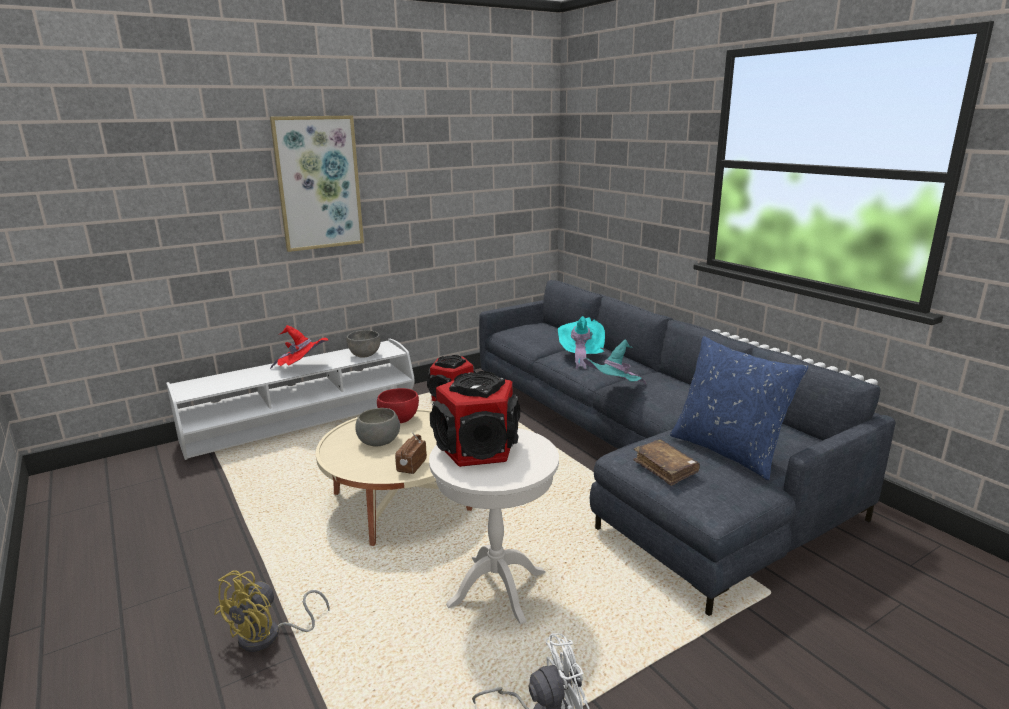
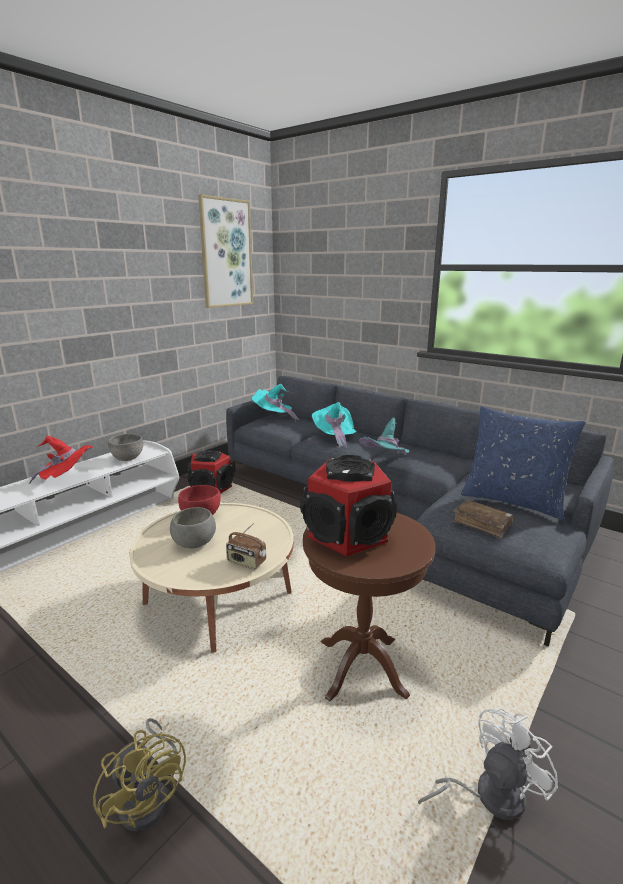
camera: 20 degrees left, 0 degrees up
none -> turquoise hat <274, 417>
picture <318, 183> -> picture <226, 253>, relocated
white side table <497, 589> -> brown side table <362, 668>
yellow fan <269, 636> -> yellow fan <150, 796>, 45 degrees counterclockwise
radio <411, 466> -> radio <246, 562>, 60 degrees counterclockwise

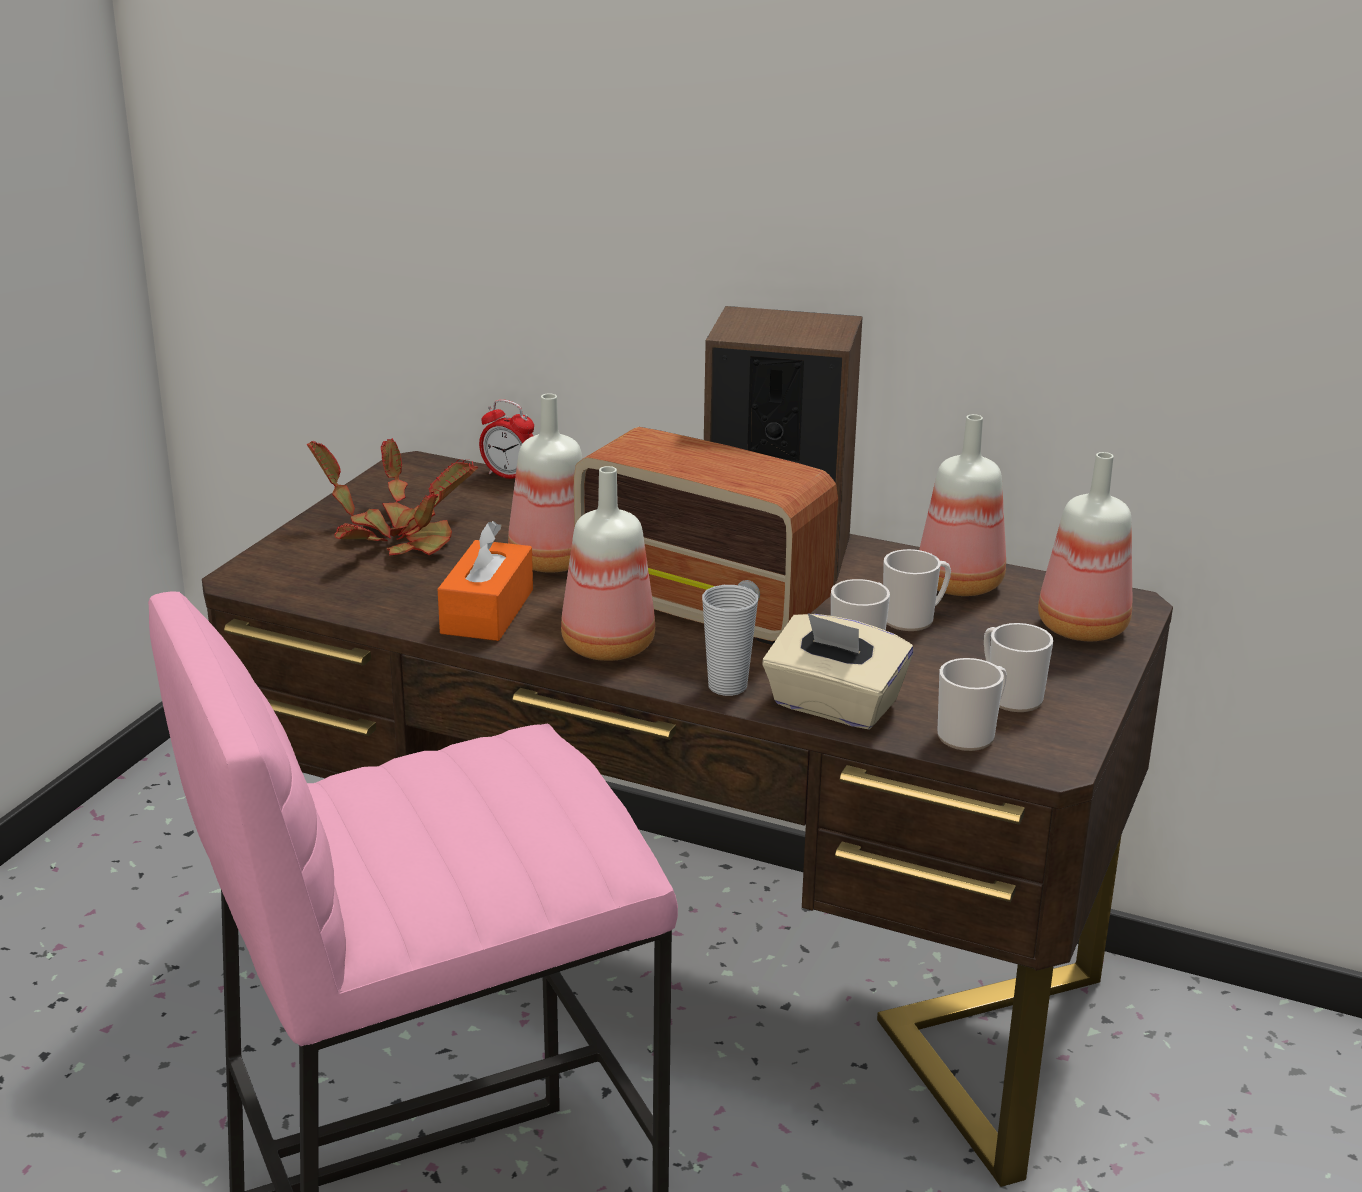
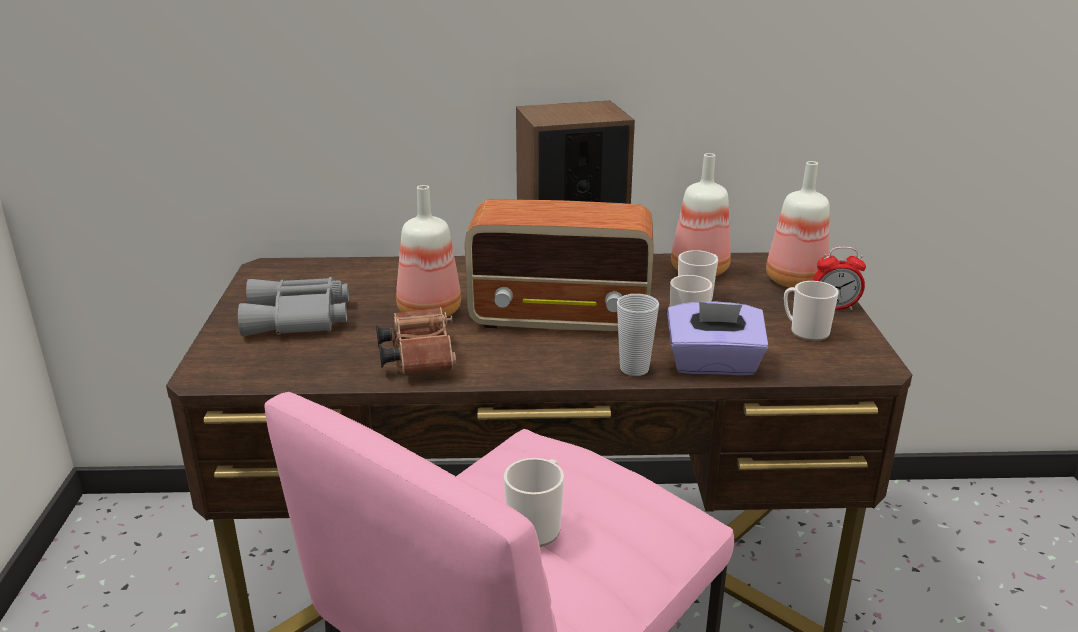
camera: 25 degrees left, 0 degrees up
bottle <608, 648> -> none
alarm clock <509, 476> -> alarm clock <834, 307>, relocated
mug <971, 734> -> mug <537, 526>, relocated
potted plant <396, 536> -> grey binoculars <299, 319>
orange tissue box <487, 611> -> brown binoculars <418, 357>
beige tissue box <834, 706> -> purple tissue box <713, 364>

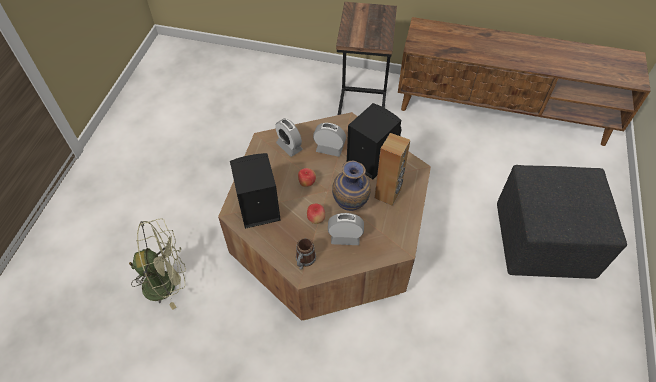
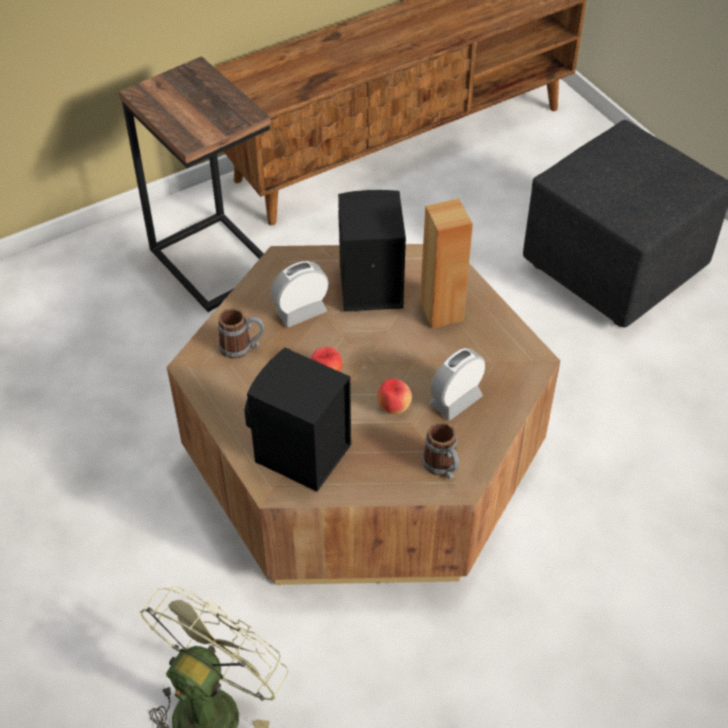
camera: 45 degrees left, 5 degrees down
vase <351, 206> -> none
alarm clock <289, 146> -> mug <242, 347>

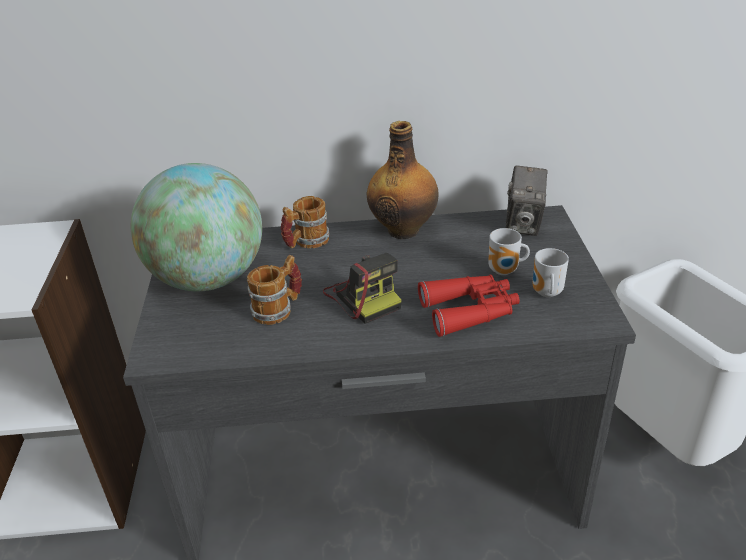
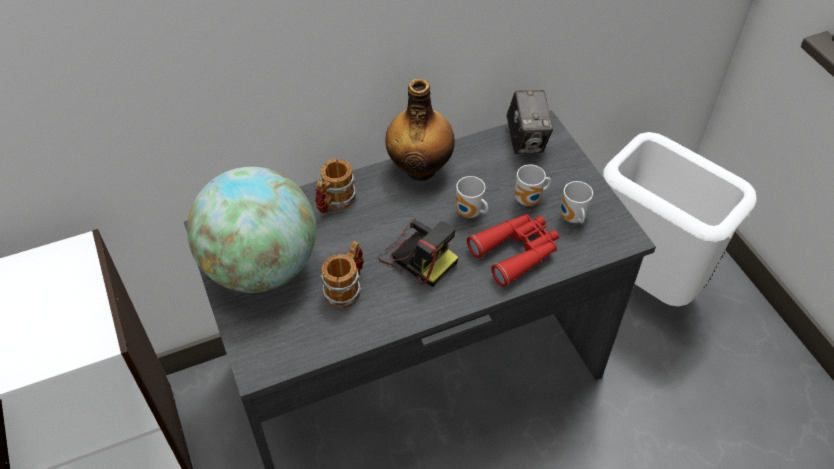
camera: 20 degrees left, 15 degrees up
none -> mug <469, 213>

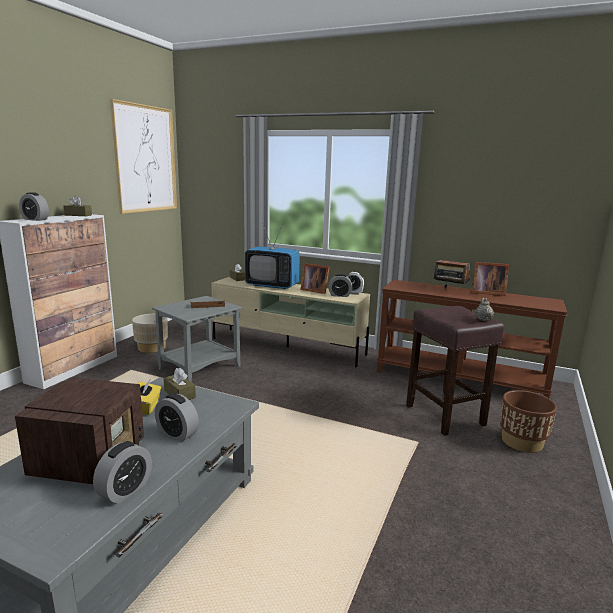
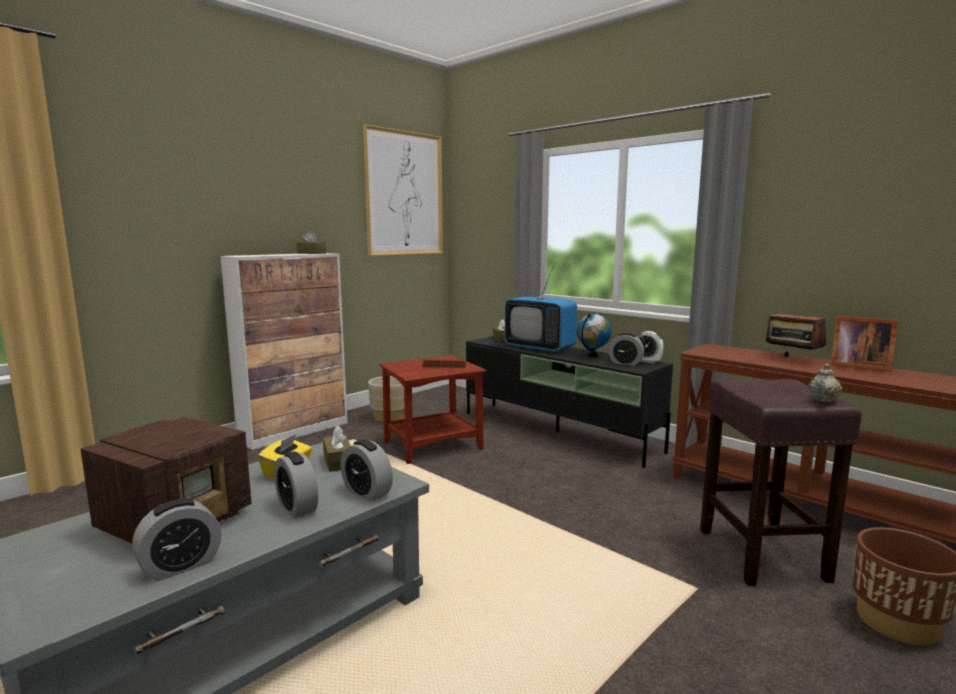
camera: 20 degrees right, 5 degrees down
alarm clock <35, 219> -> alarm clock <367, 492>, relocated
picture frame <314, 290> -> globe <593, 356>
grey side table <199, 367> -> brown side table <432, 445>
beige tv stand <288, 347> -> black tv stand <558, 432>

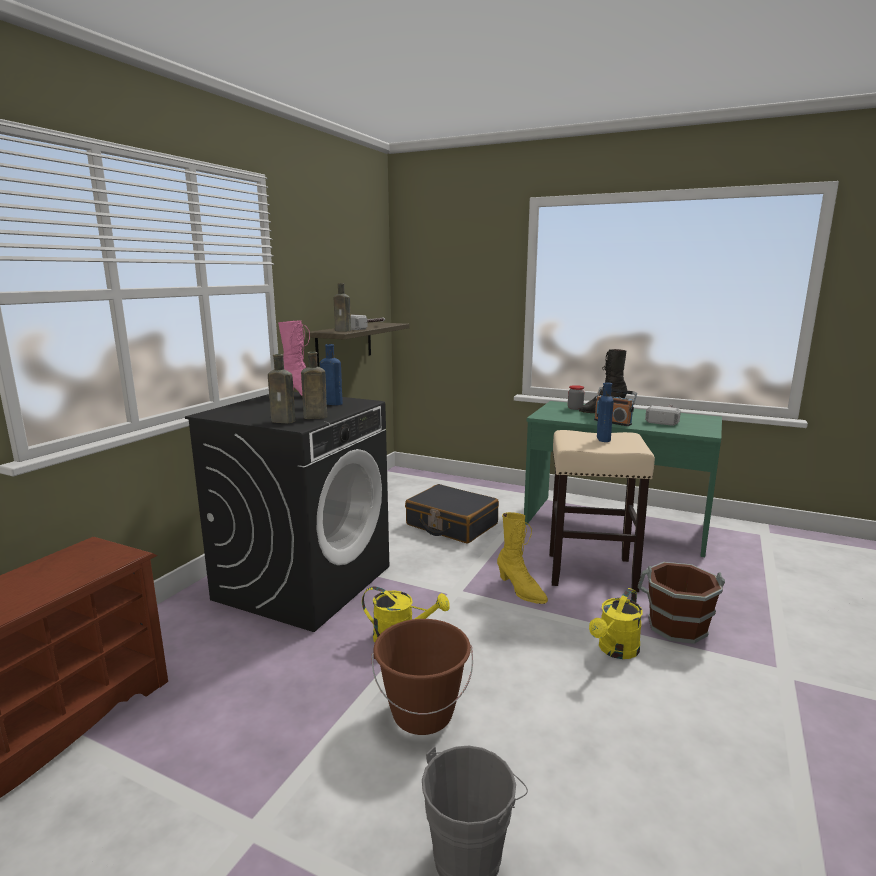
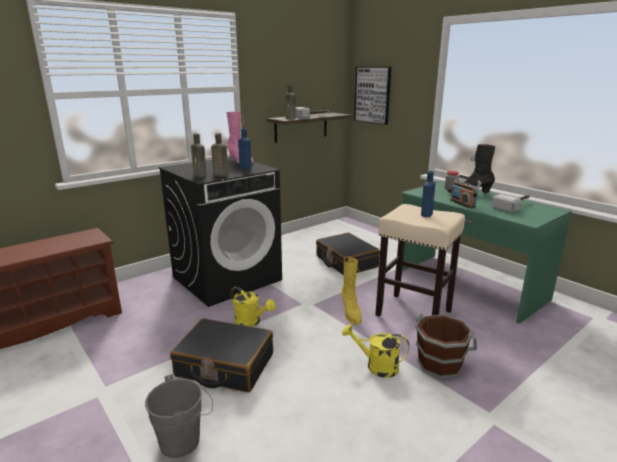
camera: 25 degrees right, 5 degrees up
none -> picture <372, 95>
brown bucket <422, 713> -> black suitcase <224, 365>
yellow watering can <615, 651> -> yellow watering can <376, 366>, 45 degrees clockwise

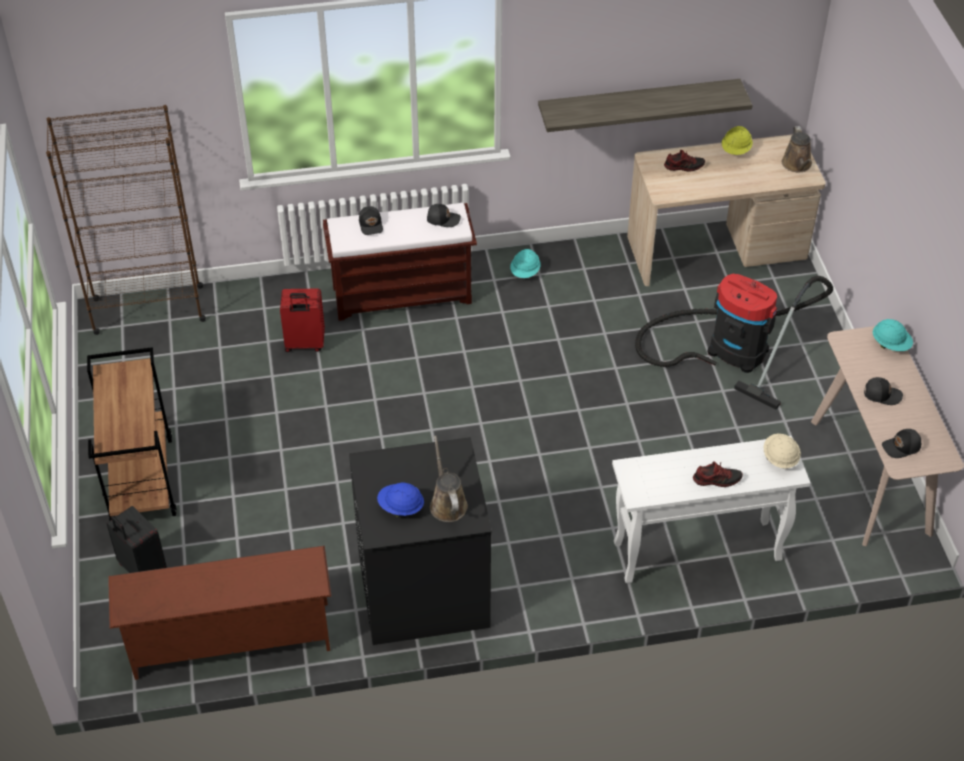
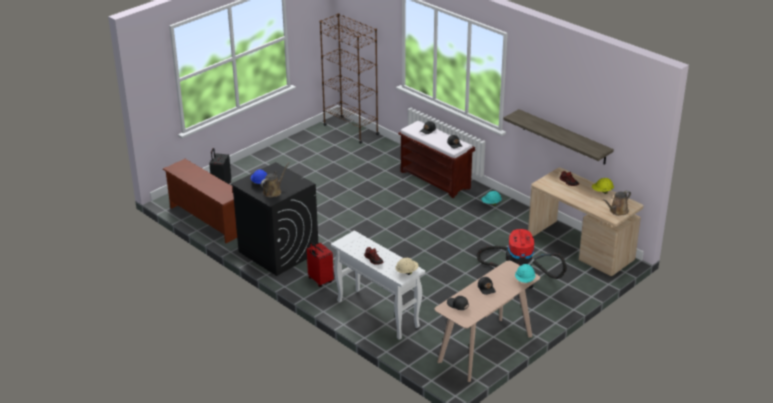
camera: 55 degrees right, 15 degrees down
brown cart <141, 480> -> none
red suitcase <304, 344> -> red suitcase <320, 281>, relocated

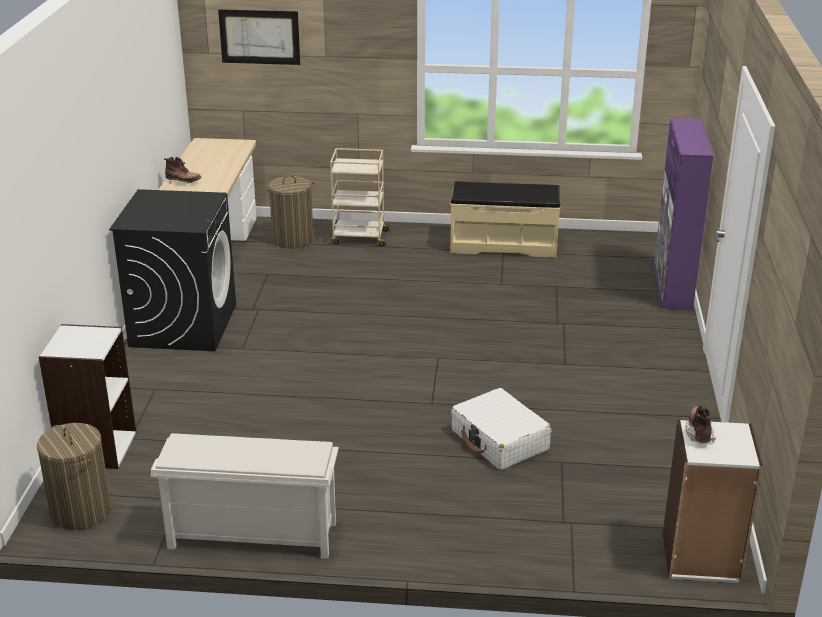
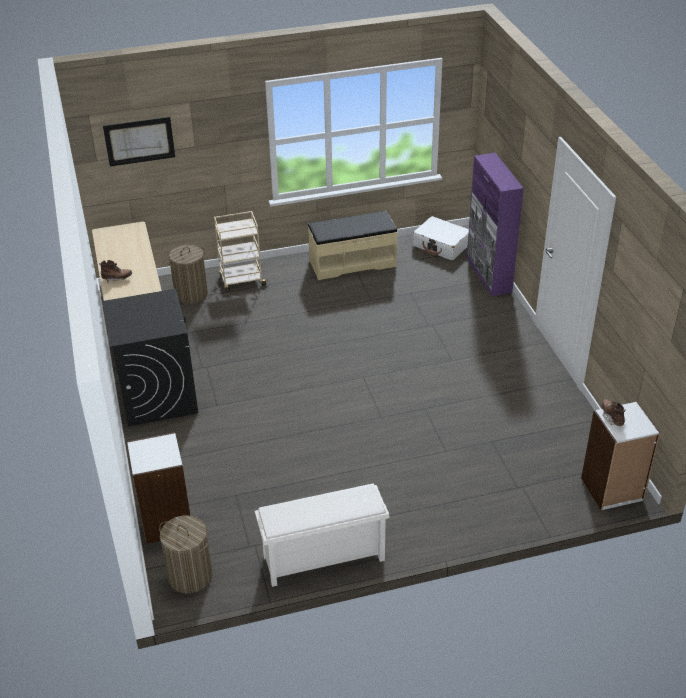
camera: 20 degrees left, 10 degrees up
white suitcase <499, 440> -> white suitcase <441, 245>, relocated

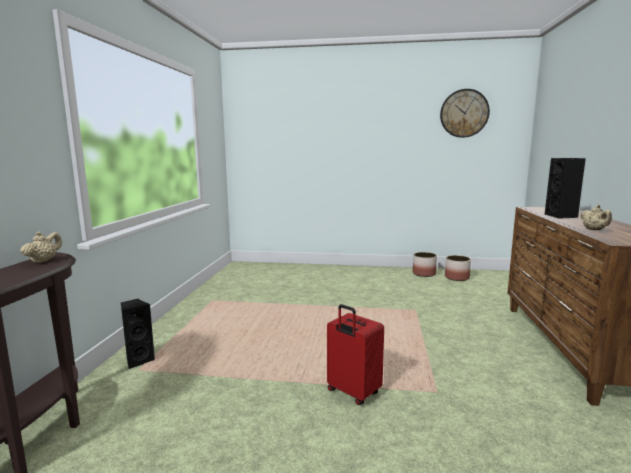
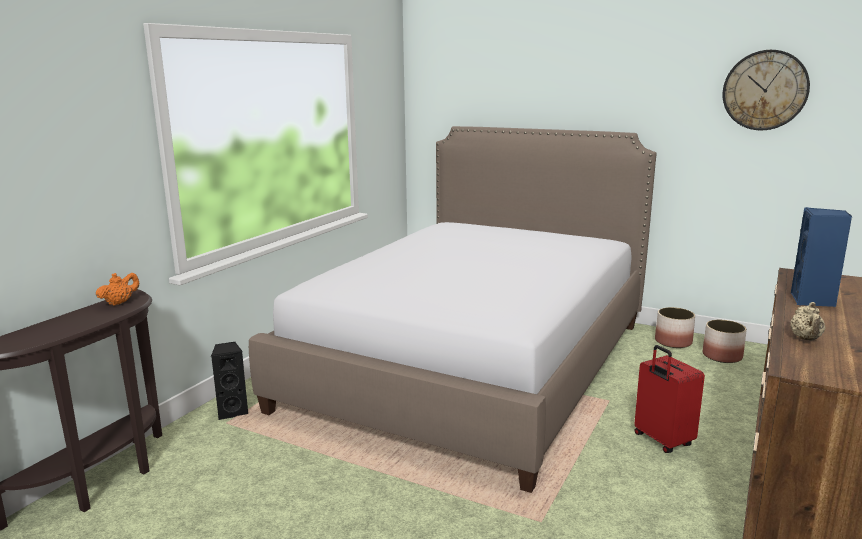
camera: 20 degrees right, 5 degrees up
none -> bed <474, 364>
red suitcase <352, 393> -> red suitcase <662, 441>, relocated
beige teapot <44, 261> -> orange teapot <120, 303>
black speaker <561, 216> -> blue speaker <812, 301>

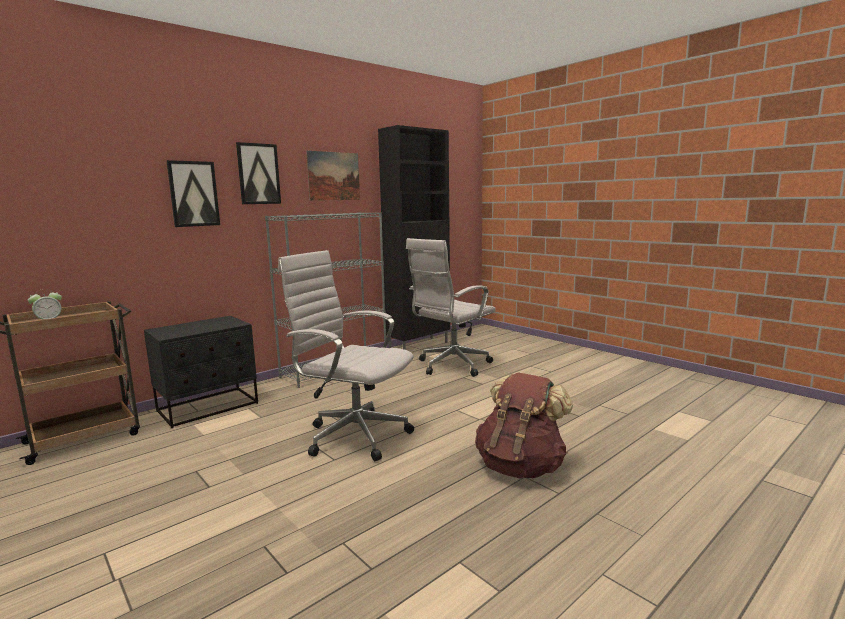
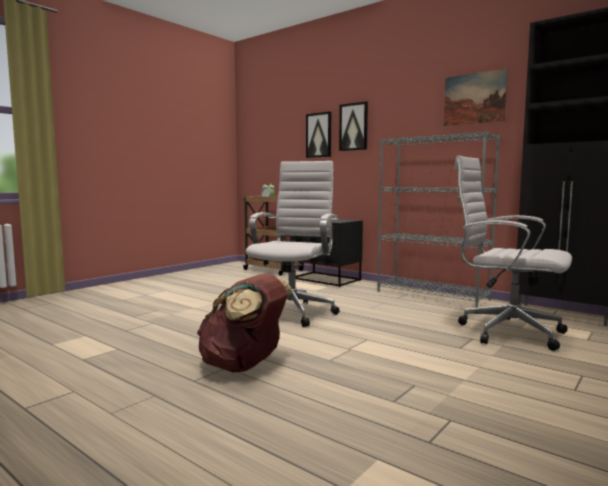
camera: 80 degrees right, 5 degrees down
picture <258, 174> -> picture <319, 135>, relocated

